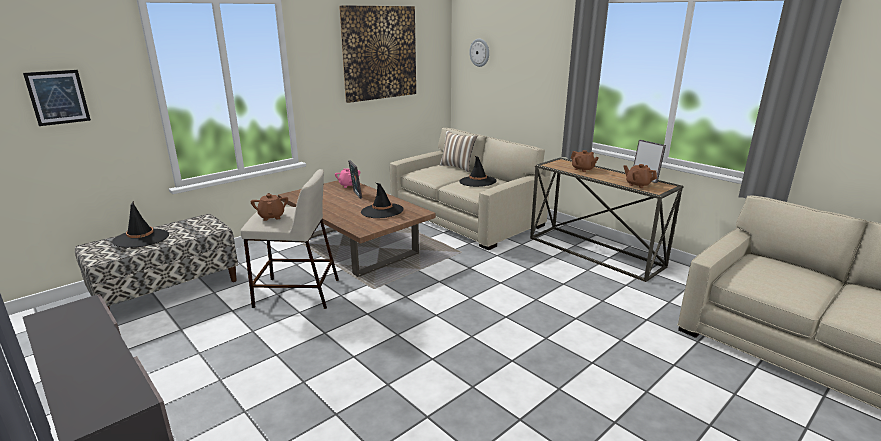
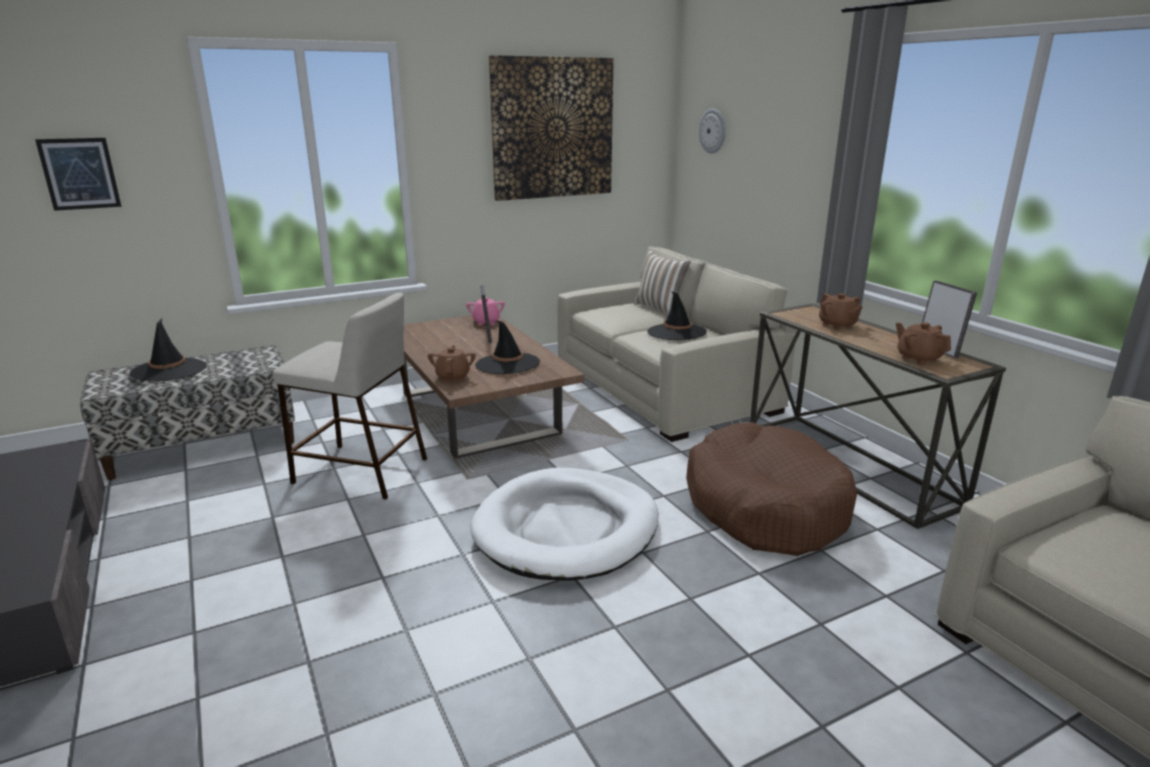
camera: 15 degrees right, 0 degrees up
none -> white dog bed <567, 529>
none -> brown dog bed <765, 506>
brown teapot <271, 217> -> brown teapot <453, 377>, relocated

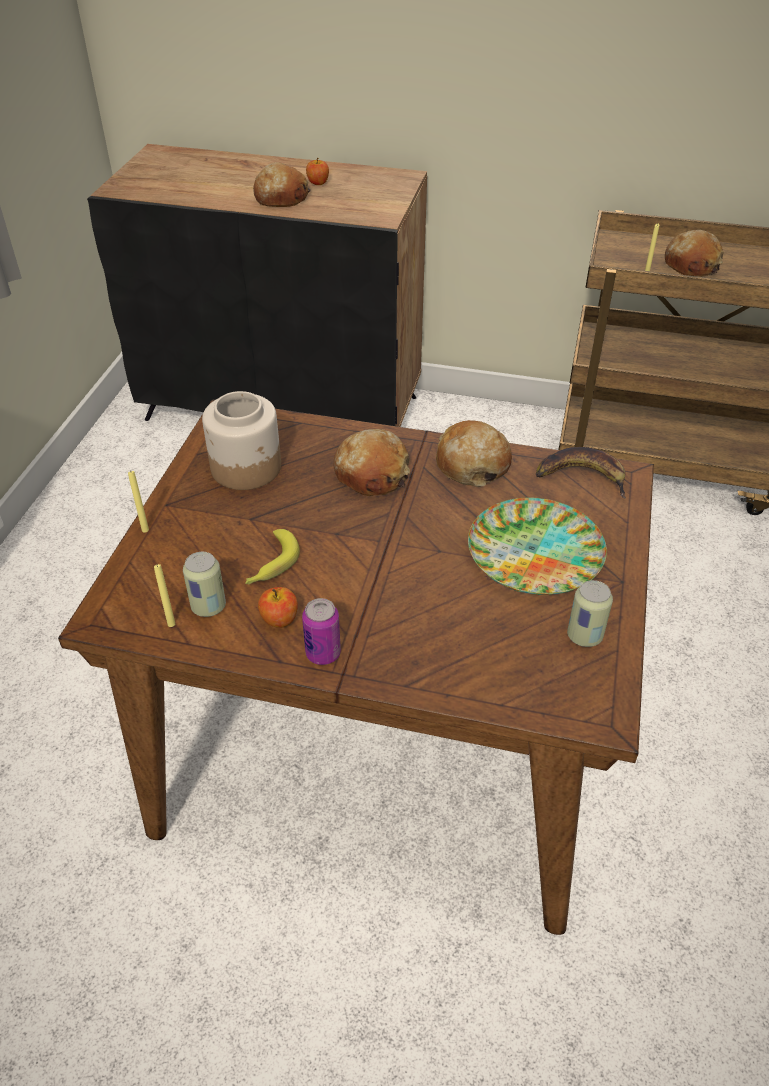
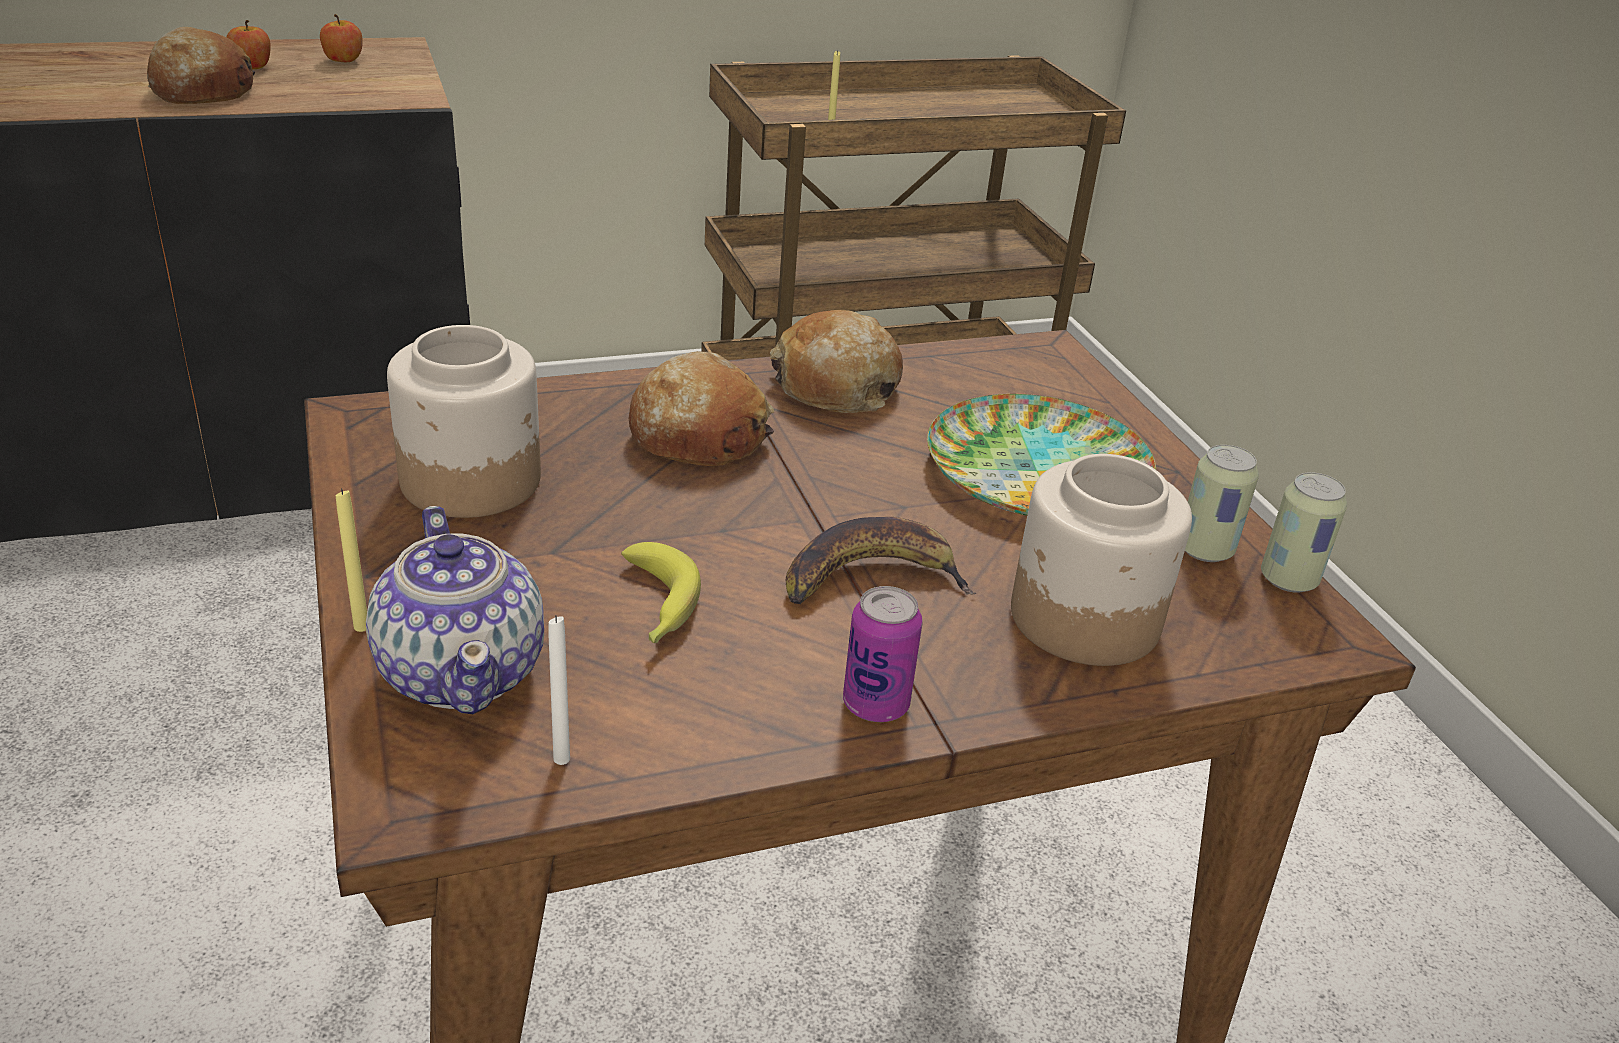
camera: 35 degrees left, 10 degrees down
bread <692, 265> -> none
none -> teapot <463, 671>
none -> jar <1084, 620>
can <208, 607> -> can <1288, 579>, relocated
apple <279, 619> -> apple <343, 60>, relocated
banana <582, 476> -> banana <871, 578>, relocated
yellow candle <171, 624> -> white candle <561, 759>

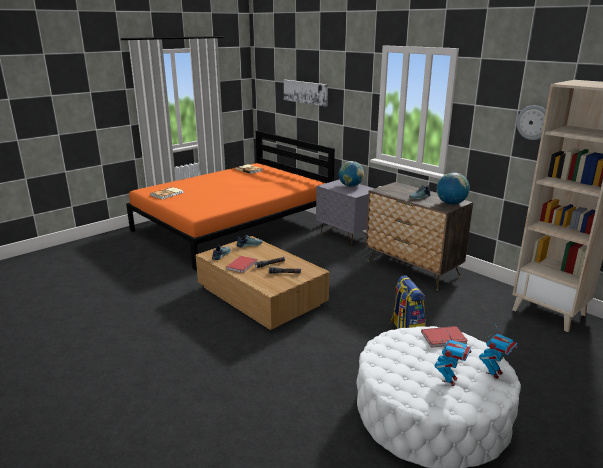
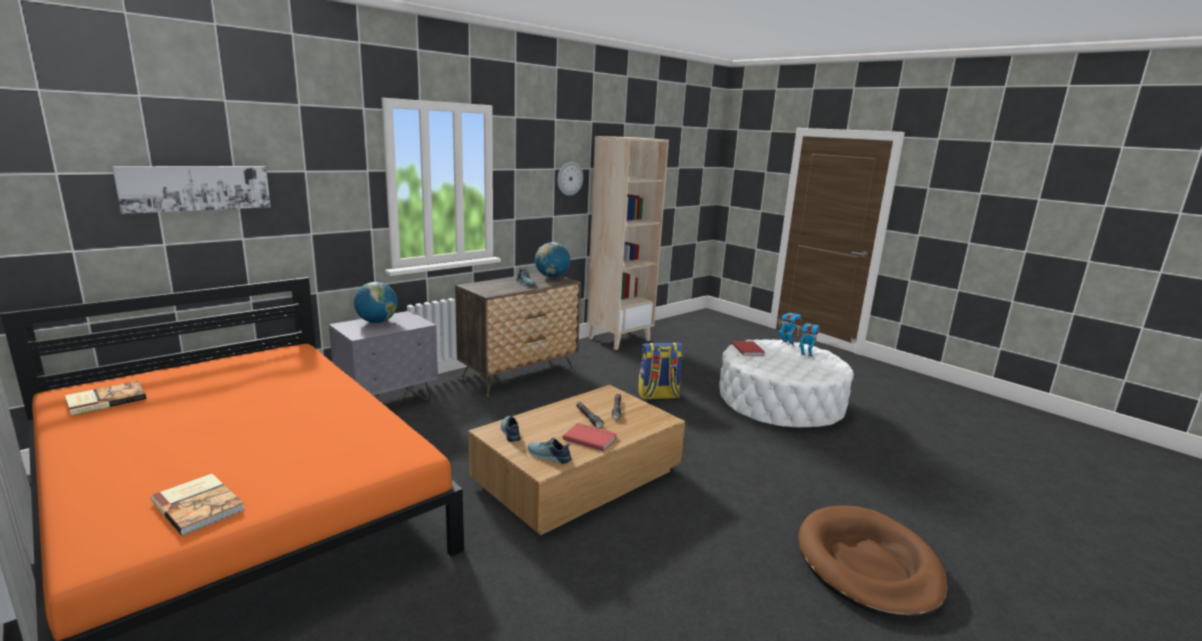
camera: 90 degrees left, 5 degrees down
none -> brown dog bed <868, 565>

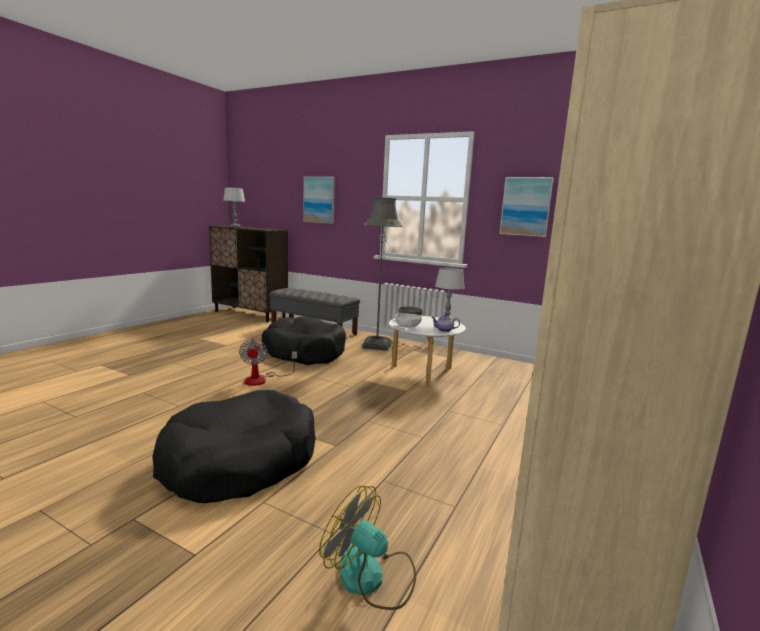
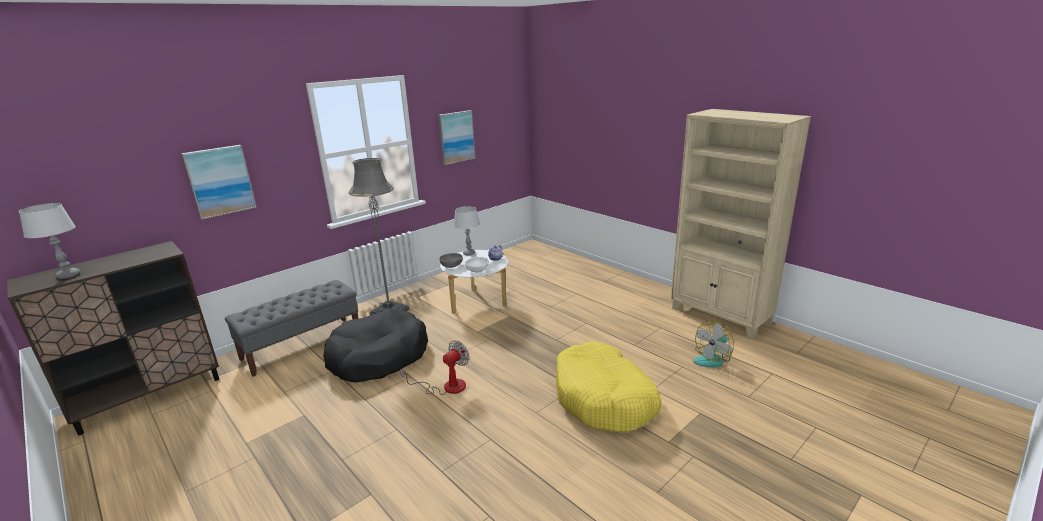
camera: 70 degrees left, 10 degrees up
black dog bed <239, 461> -> yellow dog bed <604, 399>
fan <262, 379> -> fan <446, 387>, 60 degrees counterclockwise

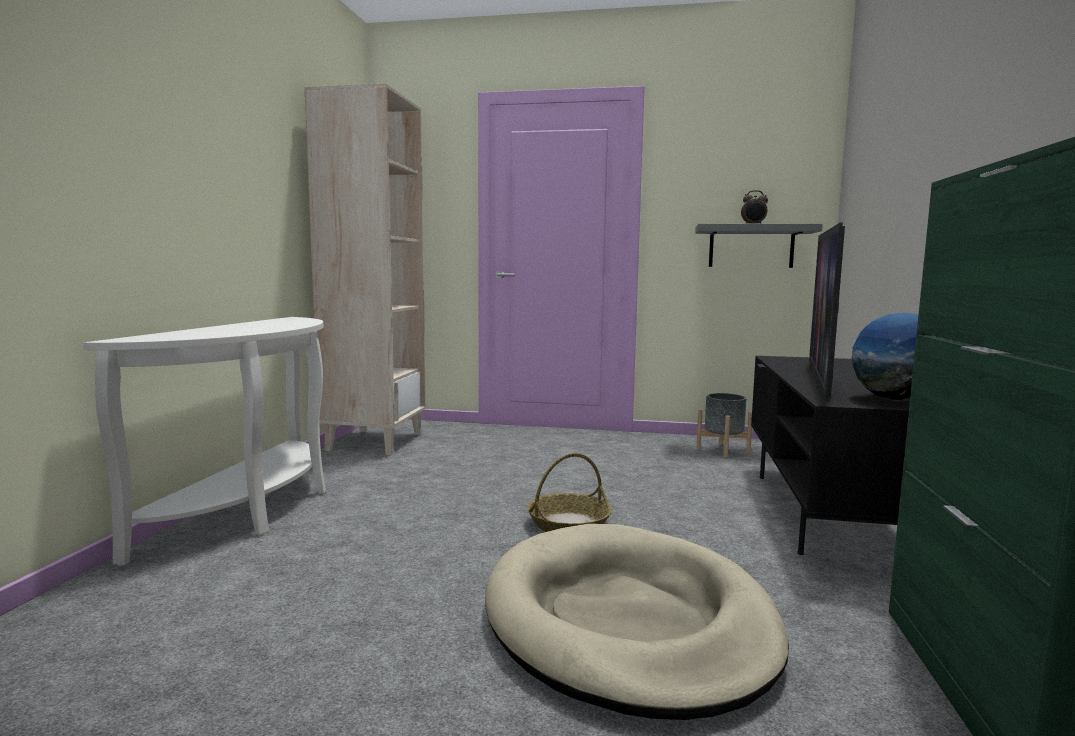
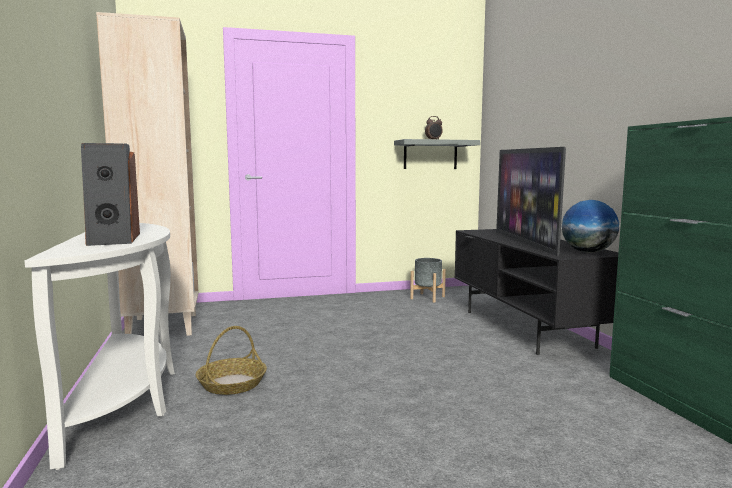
camera: 25 degrees left, 0 degrees up
beige dog bed <628, 622> -> none
none -> speaker <113, 239>
basket <569, 524> -> basket <232, 383>, relocated

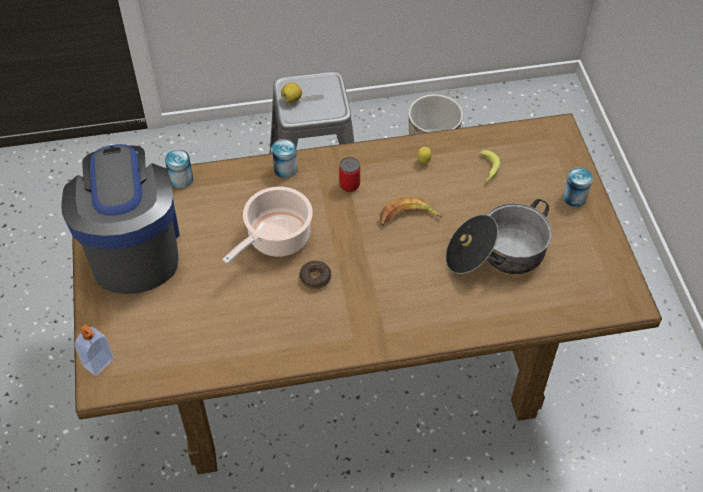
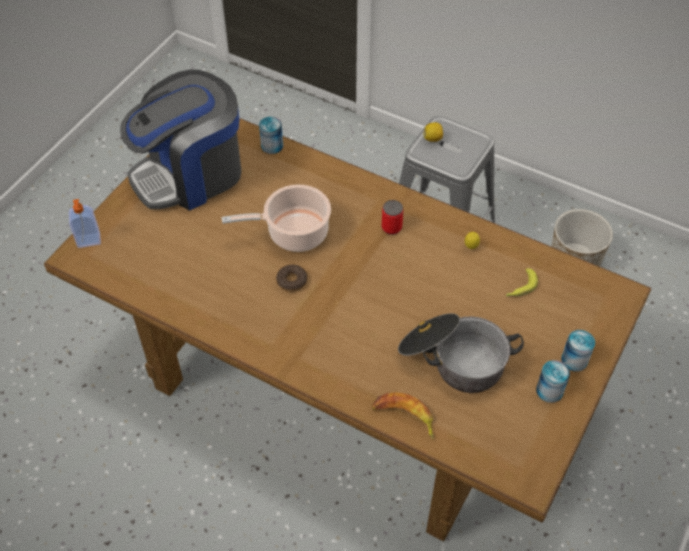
camera: 40 degrees right, 0 degrees up
can <285, 169> -> can <549, 390>, relocated
banana <407, 217> -> banana <404, 417>, relocated
coffee machine <133, 247> -> coffee machine <190, 174>, 150 degrees counterclockwise

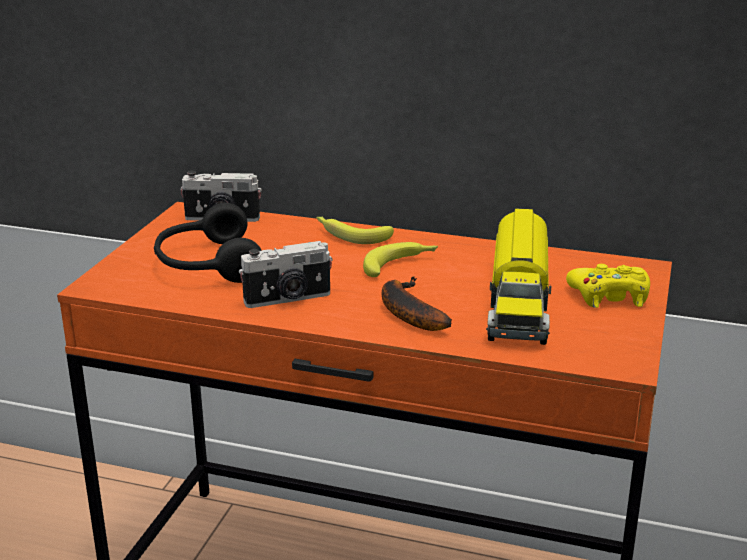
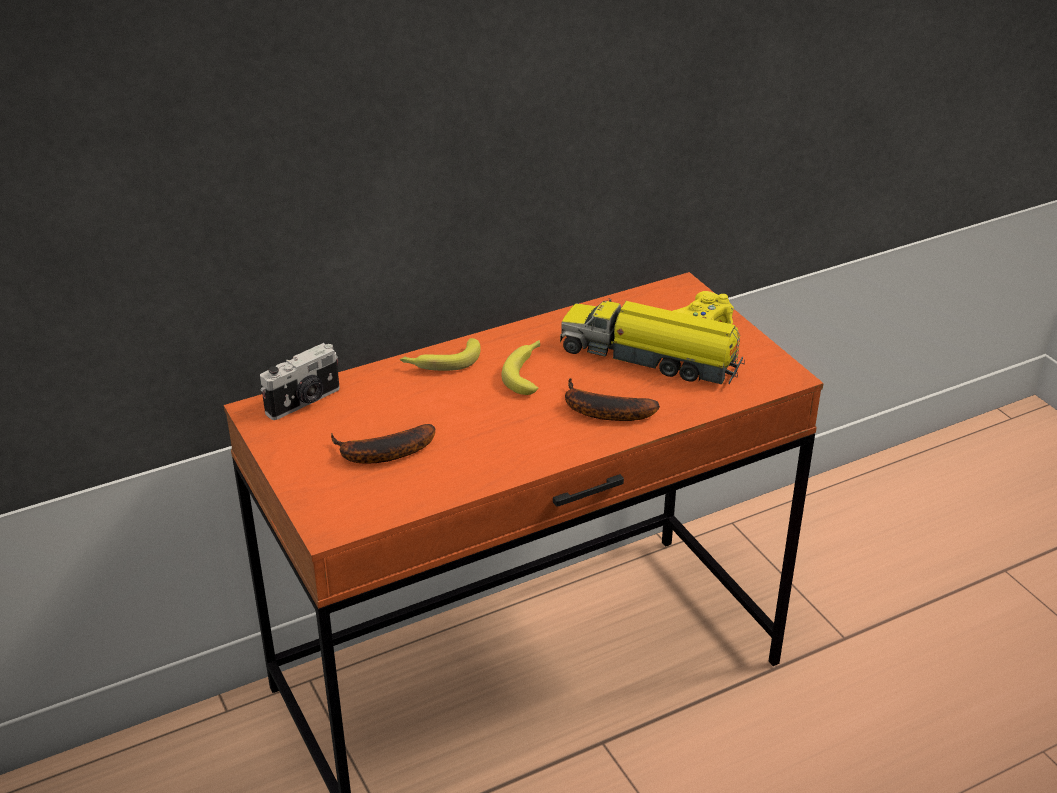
camera: 45 degrees left, 10 degrees up
photo camera <288, 299> -> none
black headphones <206, 264> -> banana <381, 454>
toy truck <518, 299> -> toy truck <651, 358>, 150 degrees clockwise

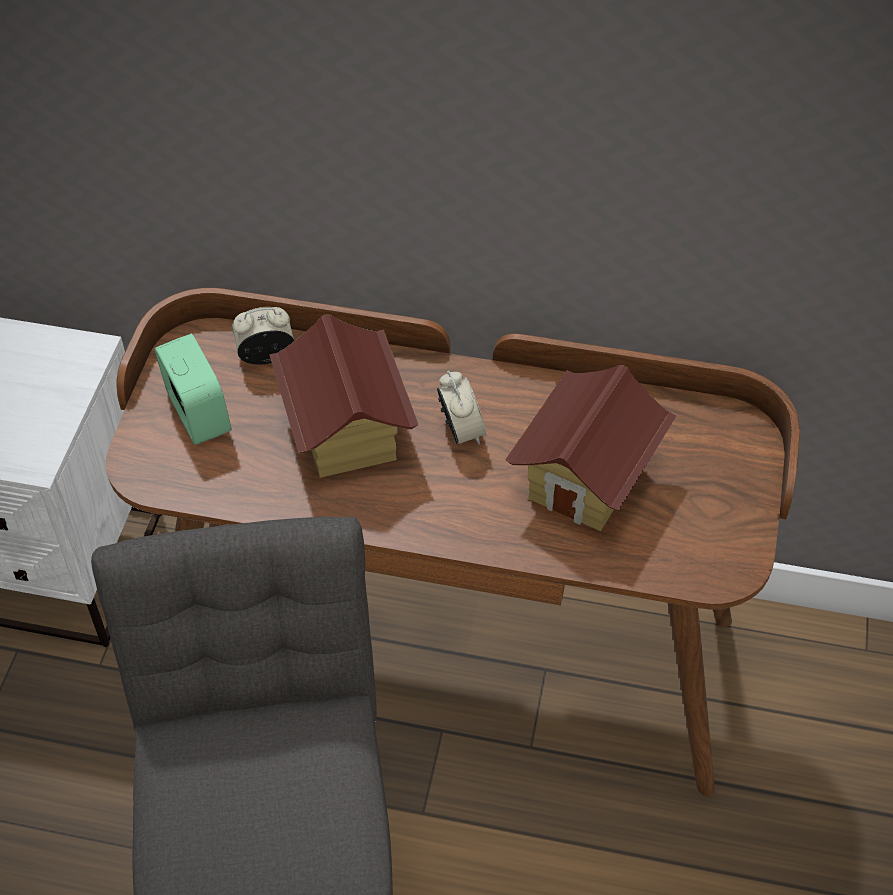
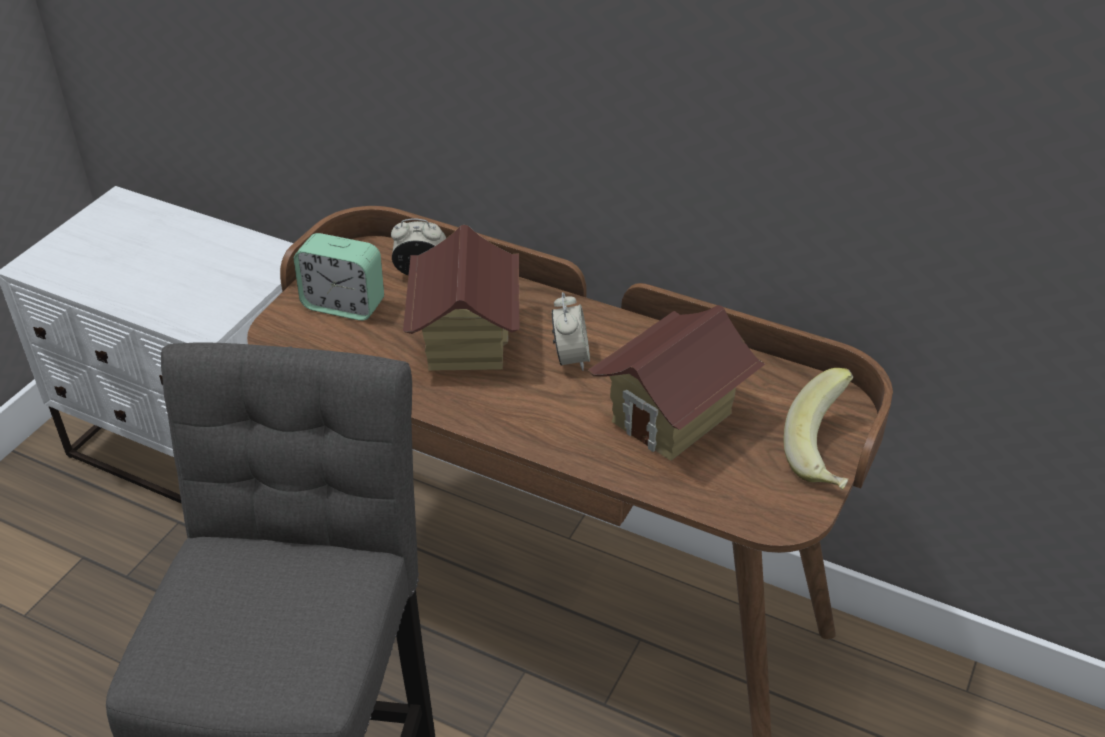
camera: 15 degrees right, 10 degrees down
none -> banana <827, 454>
alarm clock <198, 415> -> alarm clock <343, 305>, 120 degrees clockwise

